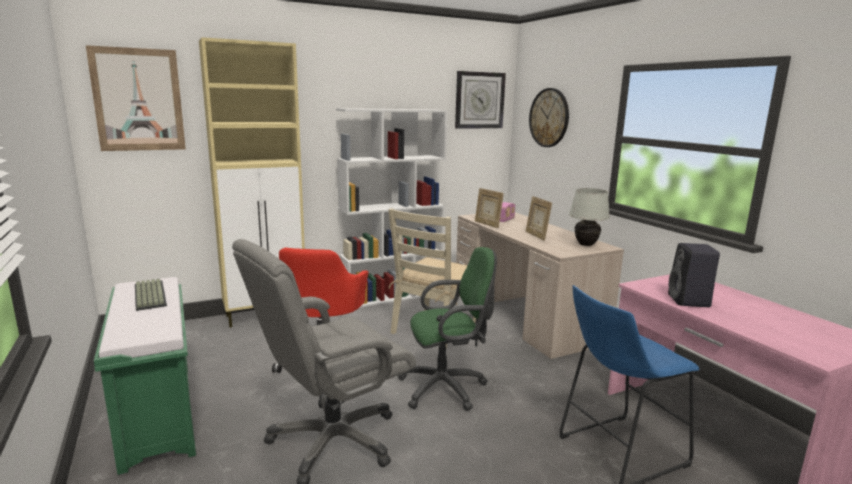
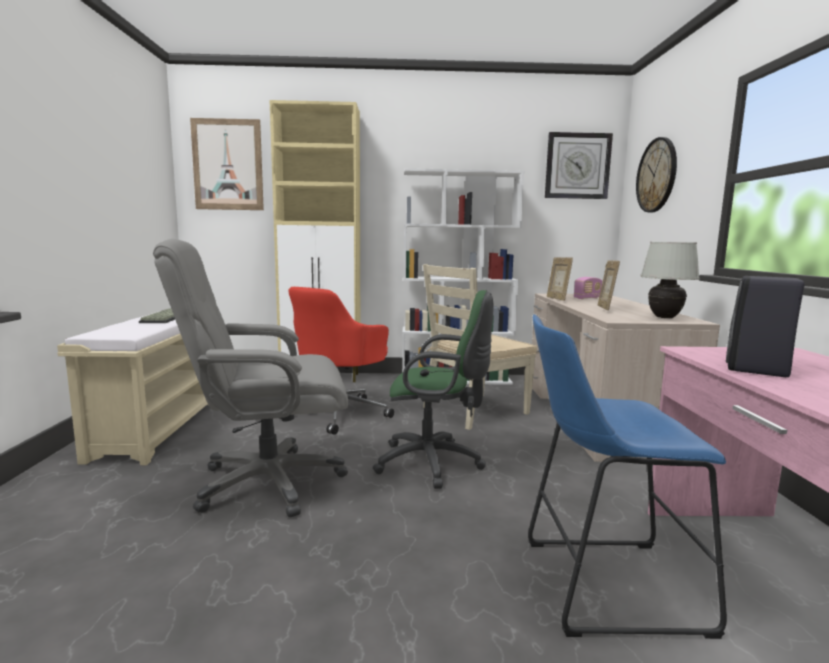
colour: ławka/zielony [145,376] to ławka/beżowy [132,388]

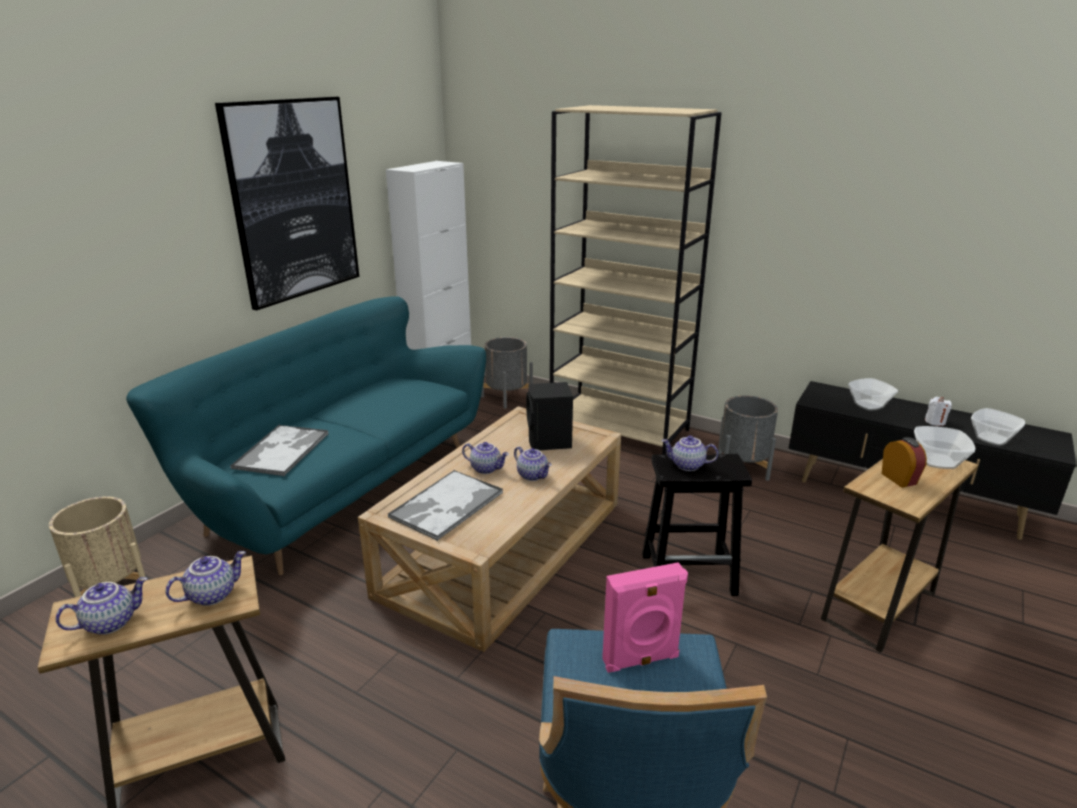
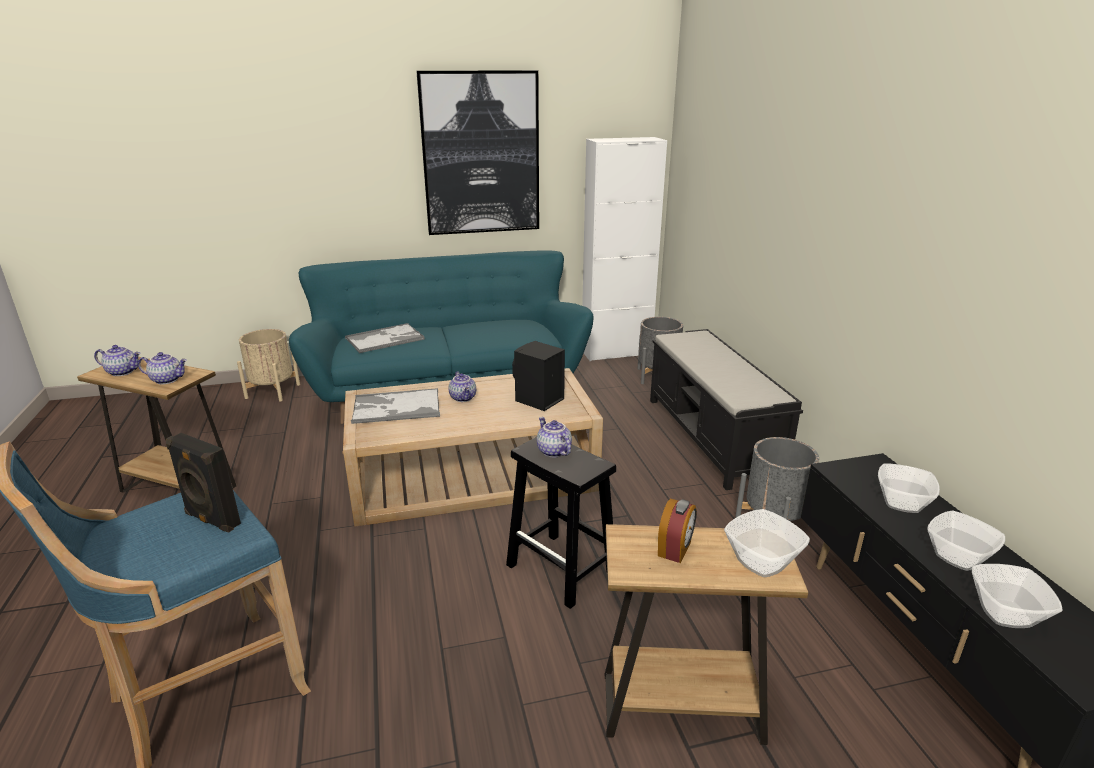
missing: imbryk [533,464]
exchanged: regał/beżowy [636,280] to ławka/czarny [726,409]; świeca/biały [938,411] to miska [966,541]
colour: głośnik/różowy [645,617] to głośnik/czarny [203,483]

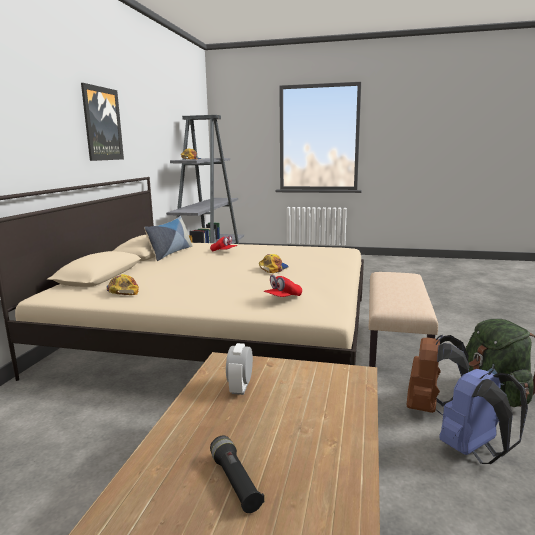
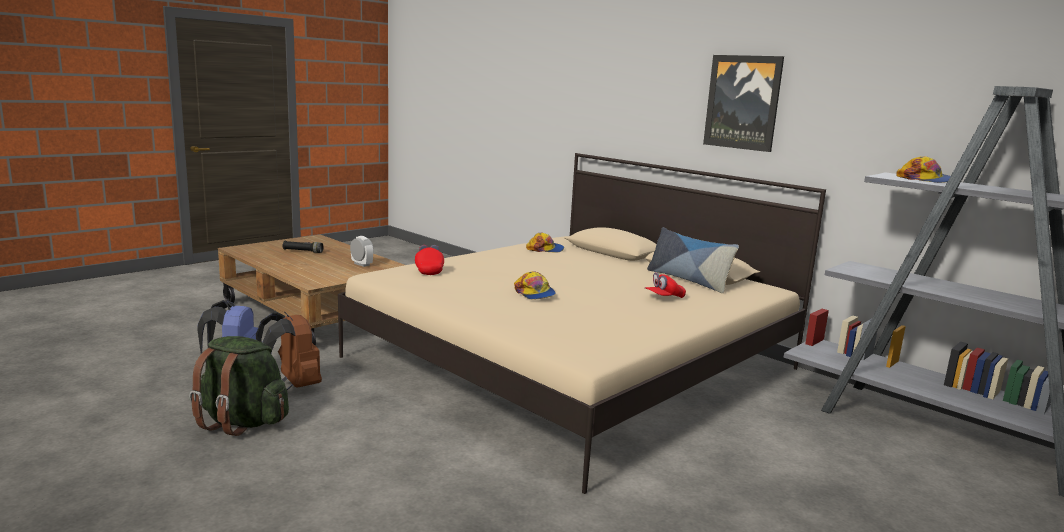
missing: ławka/beżowy [403,319]

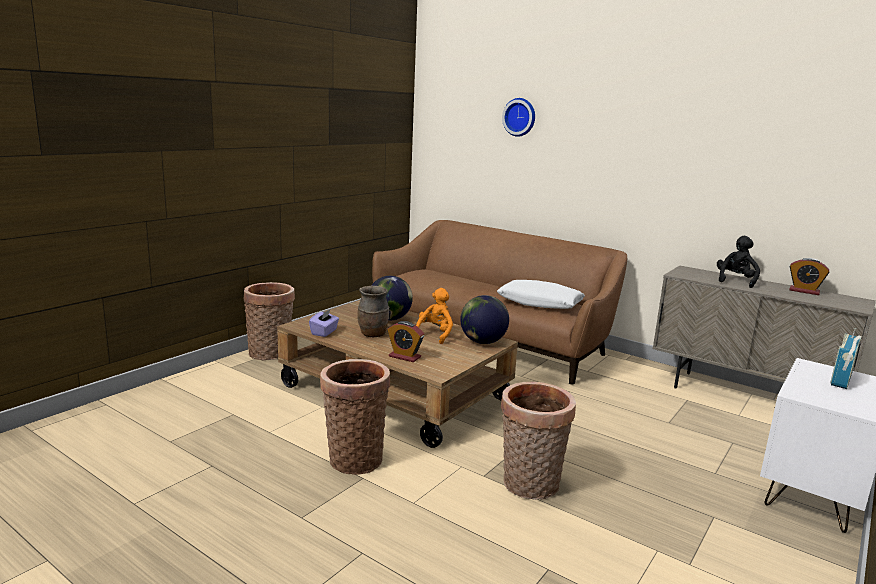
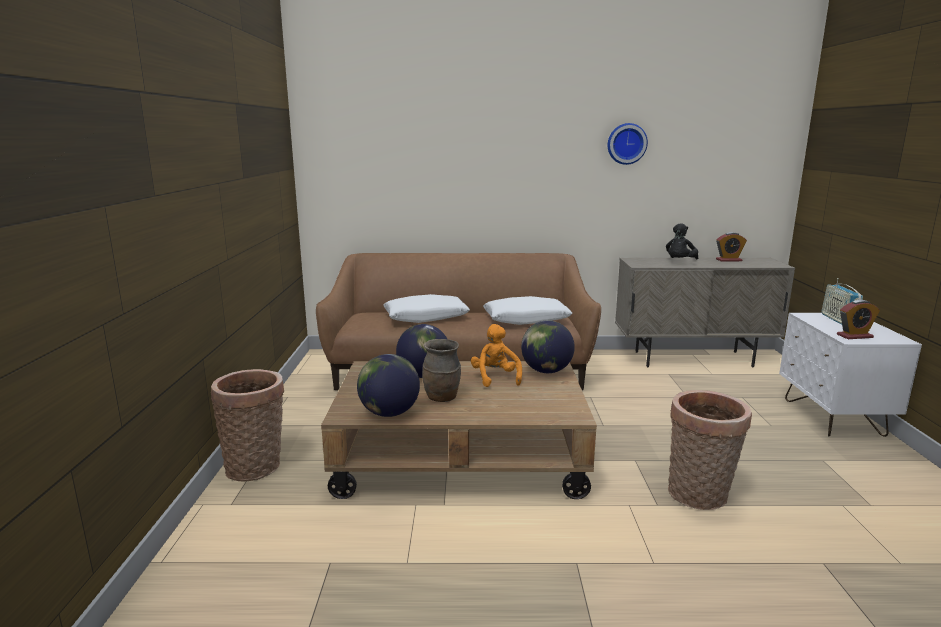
missing: koszyk [355,417]
appeared: poduszka/biały [426,308]
relocated: budzik [405,341] to [858,319]; zegar ścienny [518,117] to [628,144]
exchanged: pudełko chusteczek/fioletowy [324,323] to globus [388,385]
spun: pluszak/czarny [738,262] = [682,241] 135 degrees counterclockwise

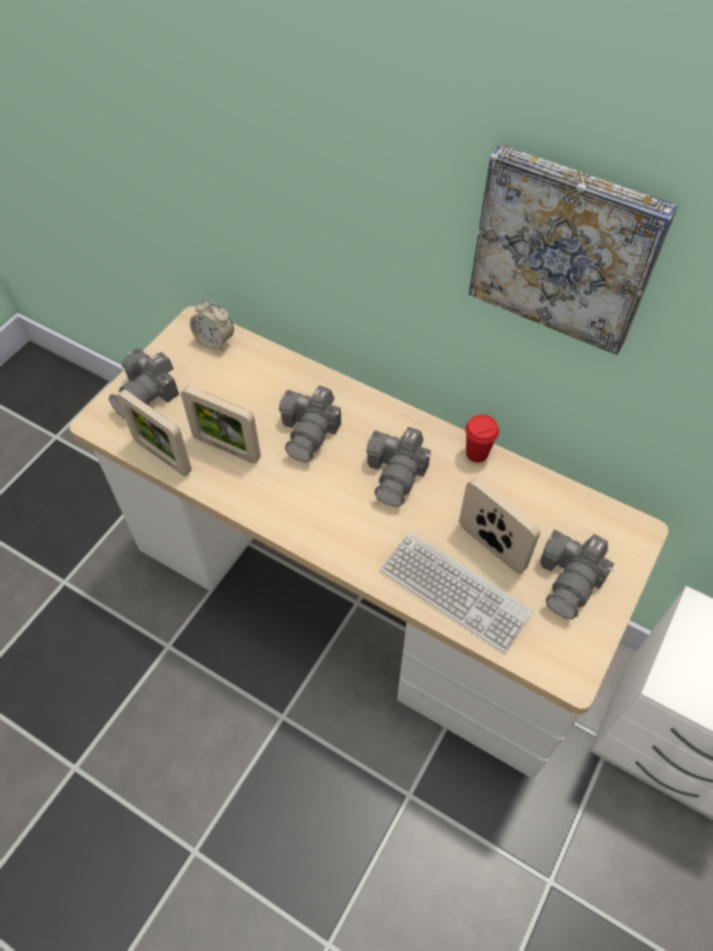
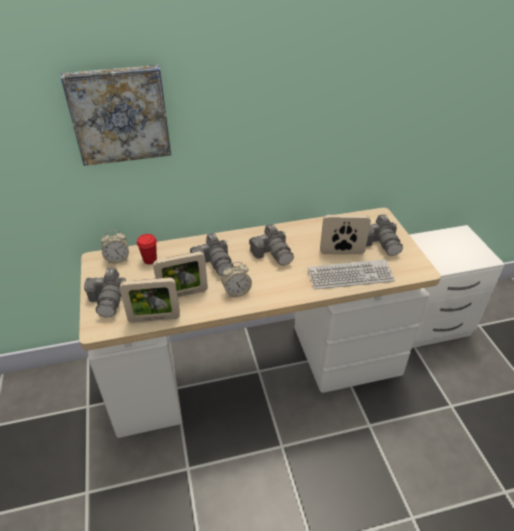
appeared: budzik [237,280]
relocated: filiżanka/czerwony [482,438] to [147,249]; obraz [573,249] to [116,115]

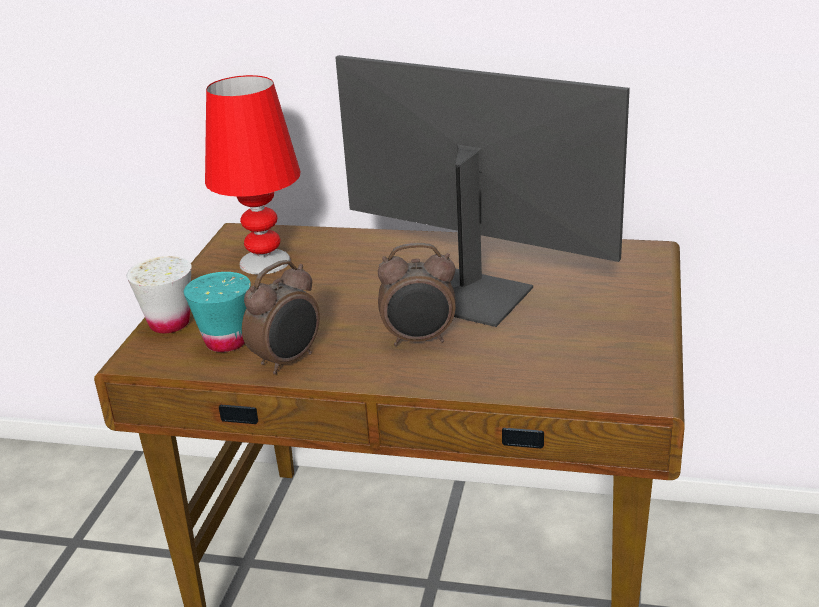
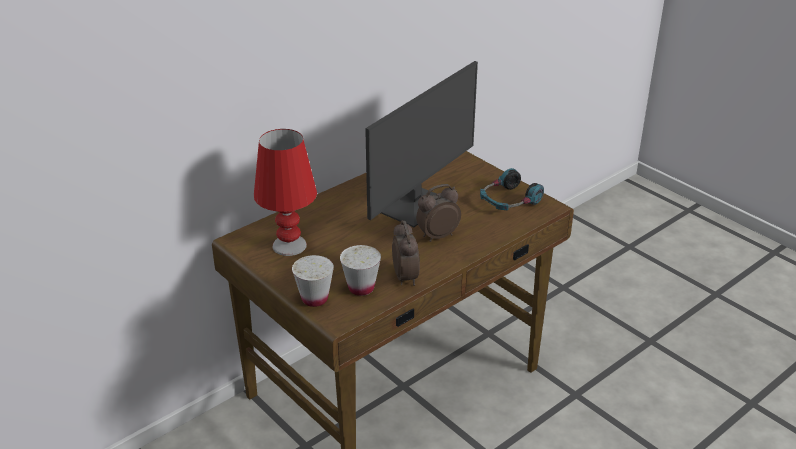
appeared: słuchawki [512,189]
colour: filiżanka/turkusowy [217,312] to filiżanka/biały [360,270]
spun: monitor [482,191] = [421,144] 150 degrees clockwise; budzik [417,294] = [438,213] 150 degrees counterclockwise

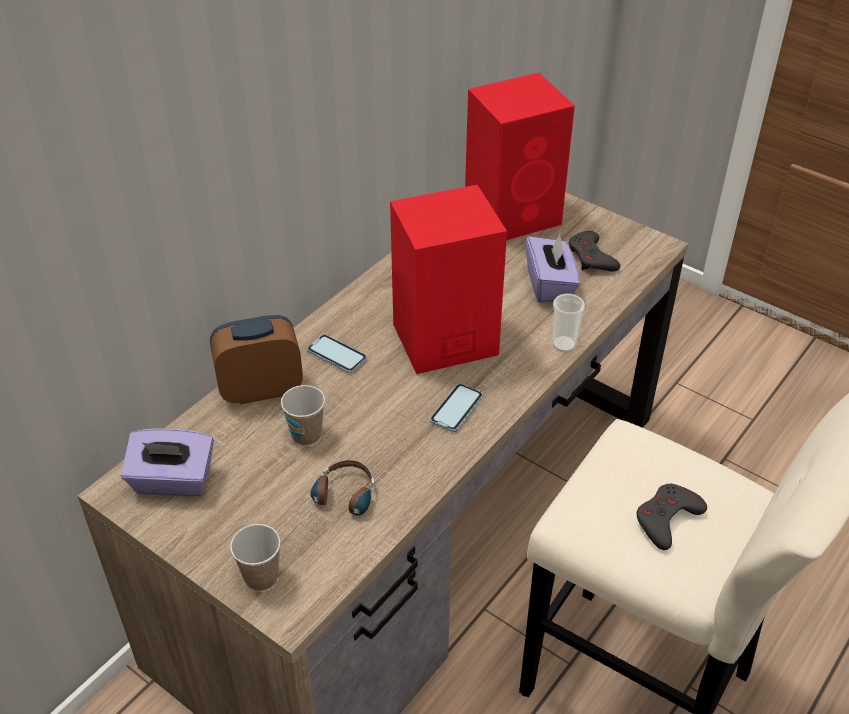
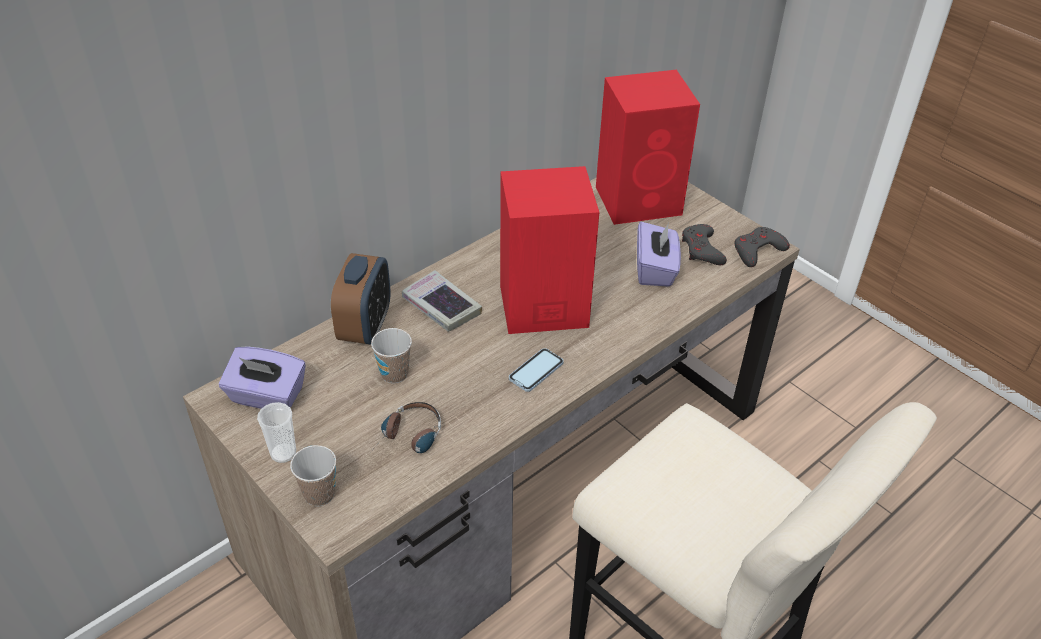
relocated: filiżanka [568,322] to [276,432]; pad do gier/szary [671,517] to [762,247]
exchanged: telefon [337,353] to książka [442,301]
spun: budzik [256,359] = [360,298] 105 degrees clockwise

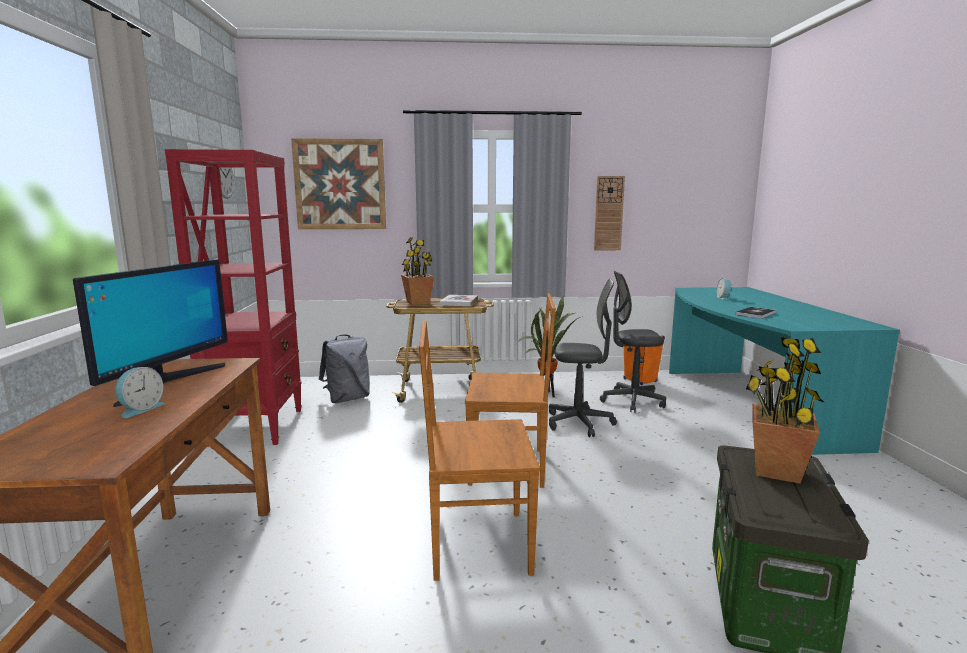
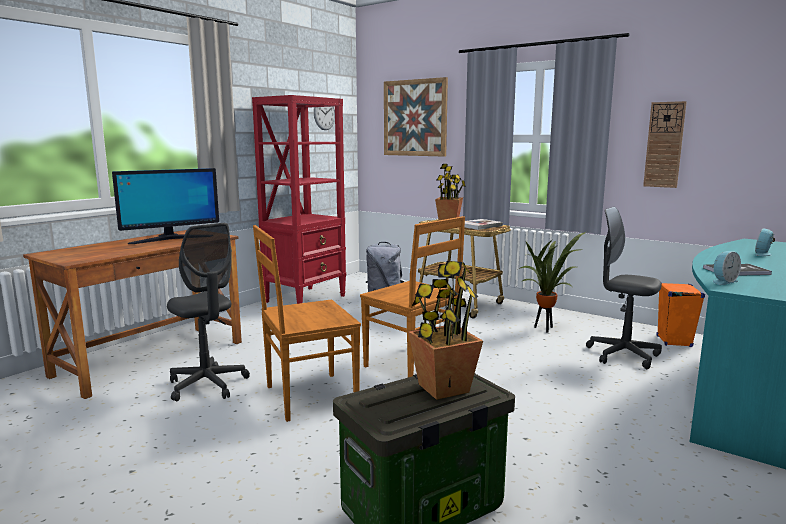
relocated: budzik [140,392] to [727,268]; krzesło biurowe/szary [583,358] to [208,312]
spun: krzesło/brązowy [479,450] = [307,323] 60 degrees counterclockwise

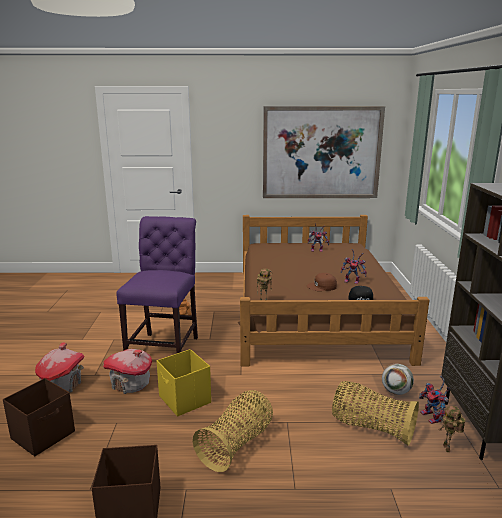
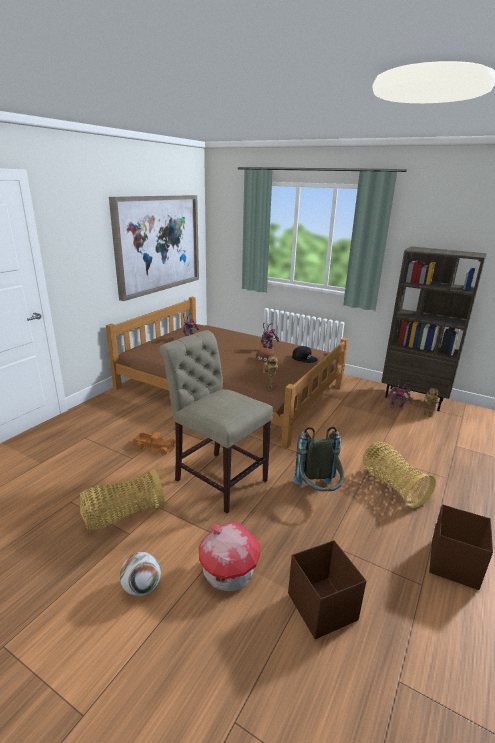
missing: domek [127,371]
relocated: koszyk [375,413] to [122,499]; piłka futbolowa [398,379] to [140,574]
exchanged: pojemnik do przechowywania/żółty [183,383] to plecak/szary [318,459]
colour: krzesło/fioletowy [157,284] to krzesło/beżowy [216,421]

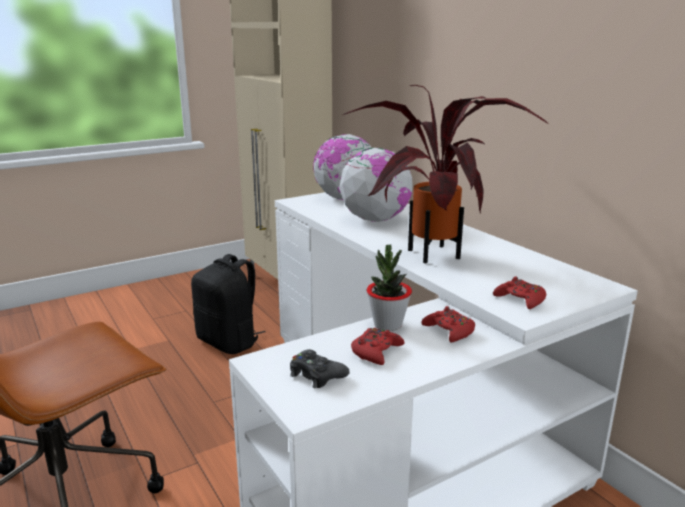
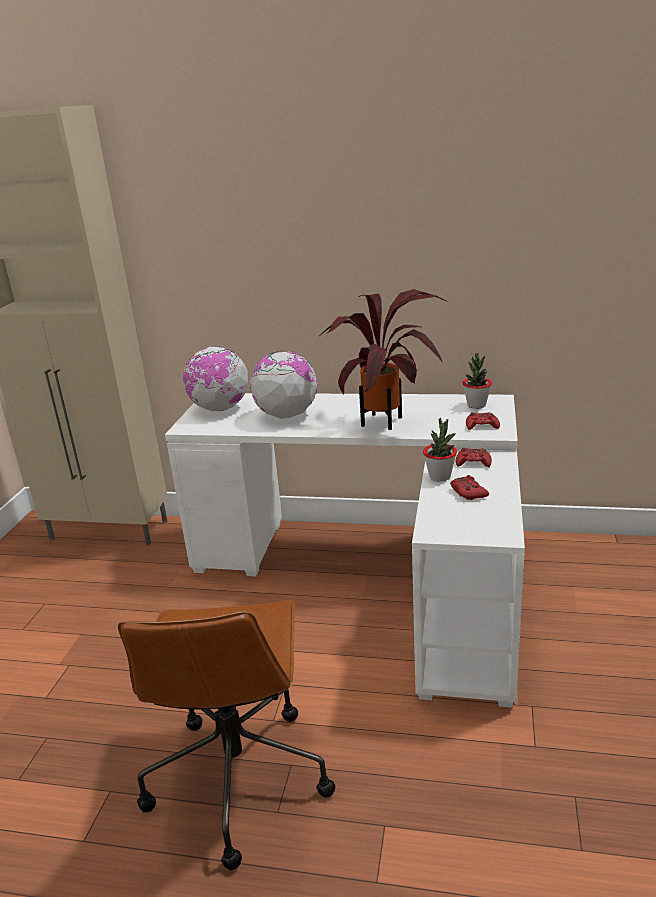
missing: plecak/czarny [228,304]; pad do gier/czarny [320,368]
appeared: roślina doniczkowa [477,381]

